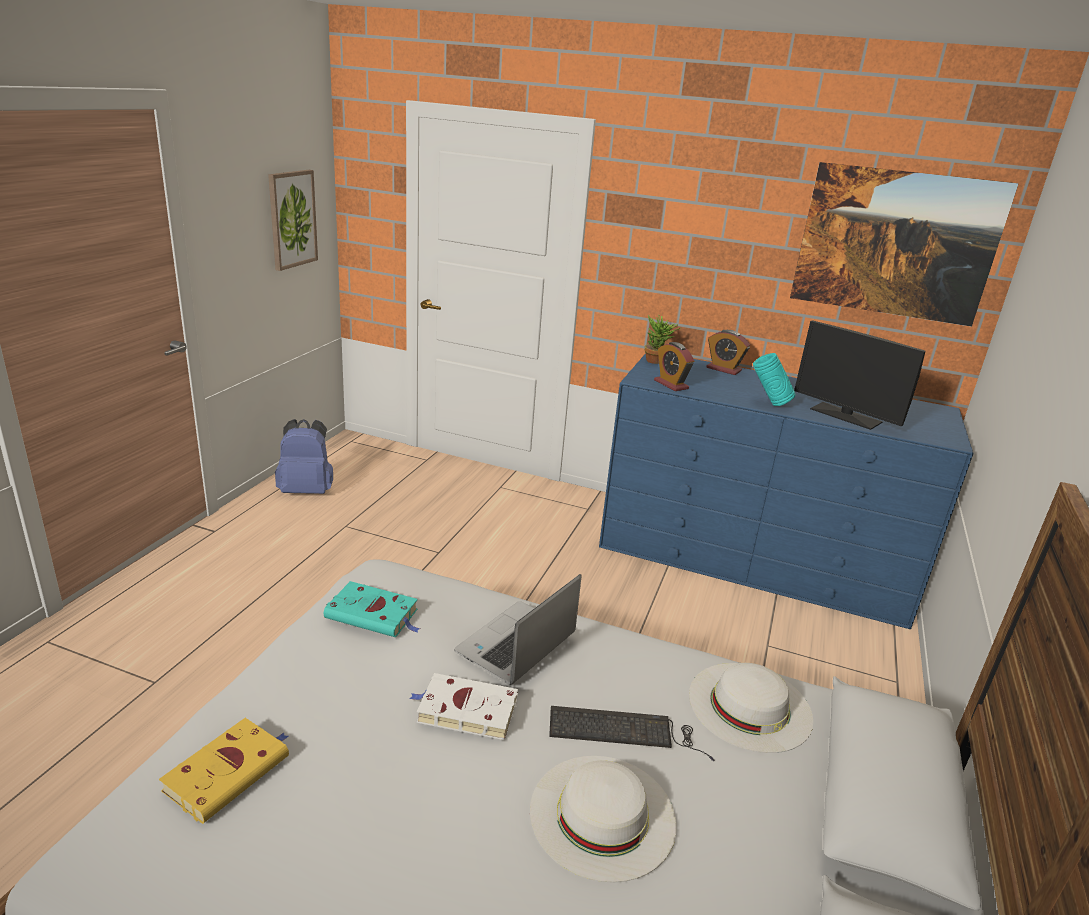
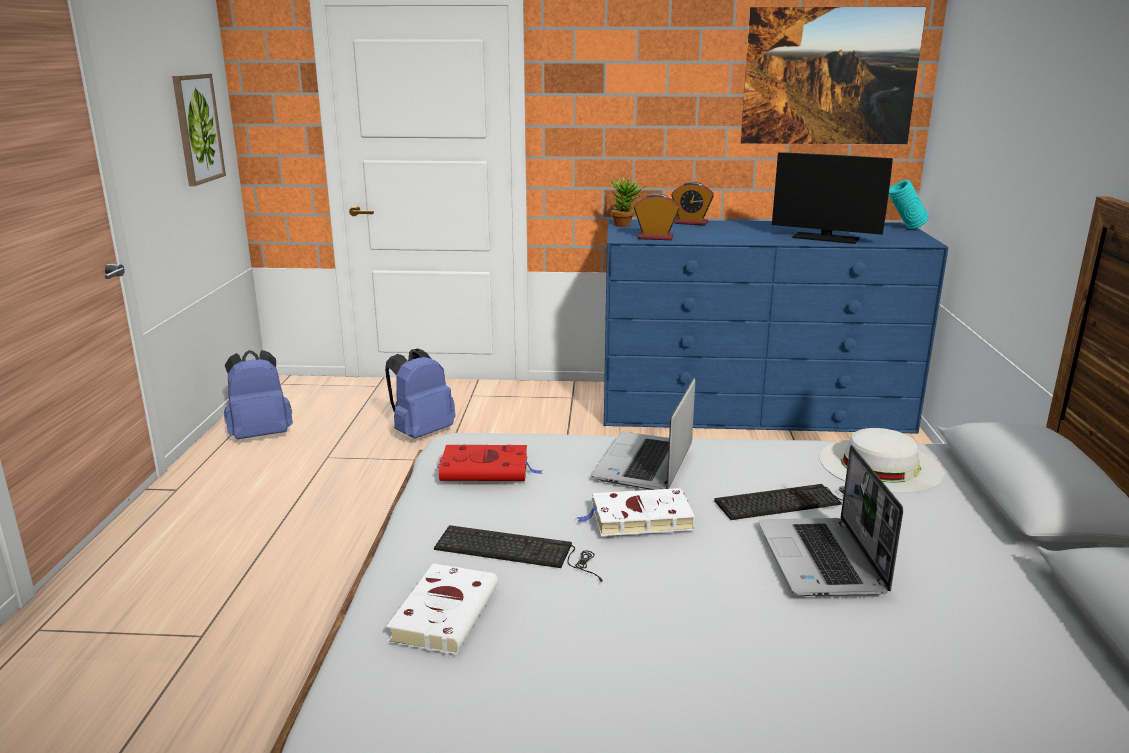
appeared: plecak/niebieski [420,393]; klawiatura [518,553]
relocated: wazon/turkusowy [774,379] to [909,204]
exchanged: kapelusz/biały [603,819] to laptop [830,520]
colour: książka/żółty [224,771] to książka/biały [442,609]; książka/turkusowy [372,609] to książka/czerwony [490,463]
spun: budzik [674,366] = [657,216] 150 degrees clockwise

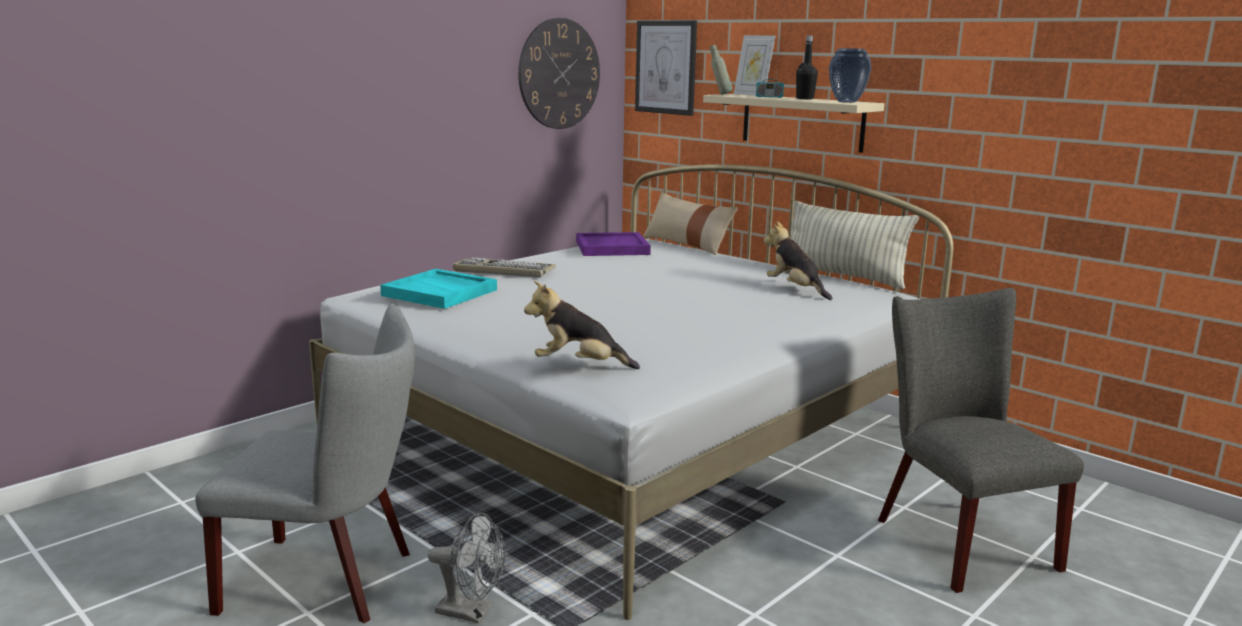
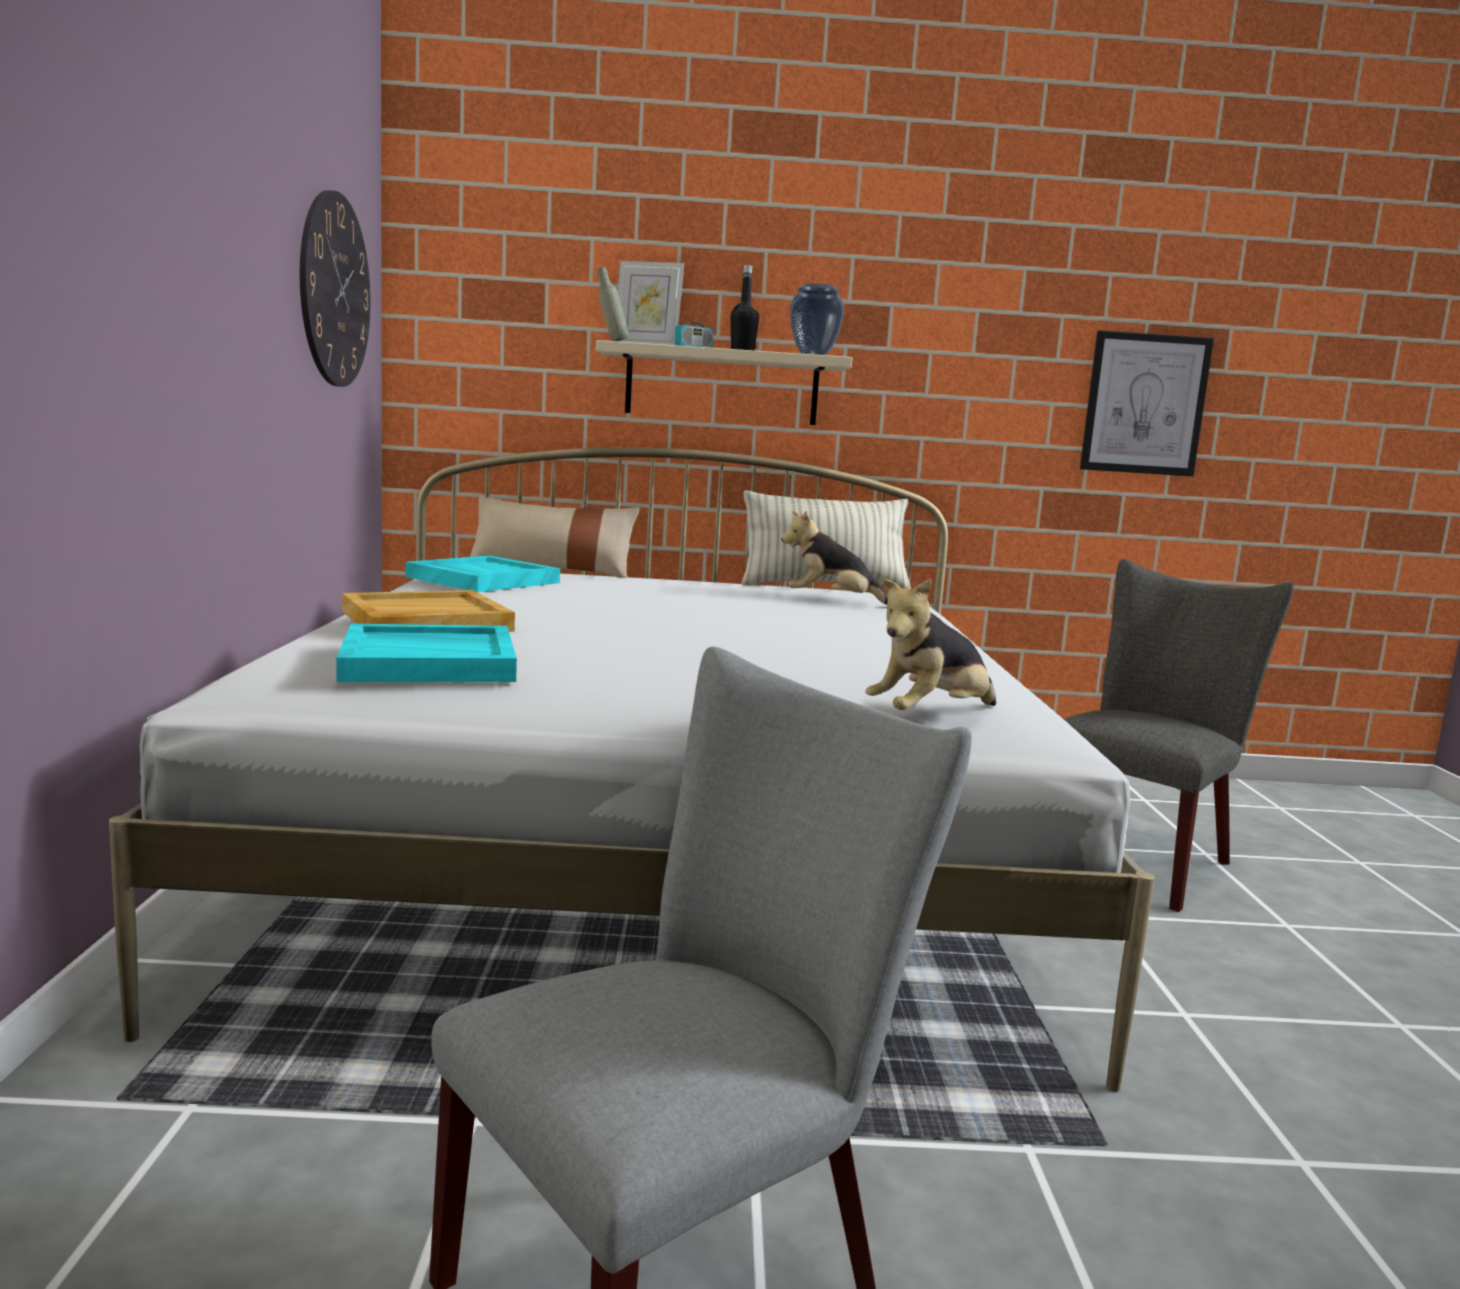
missing: wentylator/szary [466,568]
relocated: obraz [666,68] to [1147,403]
exchanged: klawiatura [504,267] to taca/beżowy [428,611]
colour: taca/fioletowy [613,244] to taca/turkusowy [482,573]
spun: krzesło/szary [981,440] = [1179,735] 105 degrees clockwise

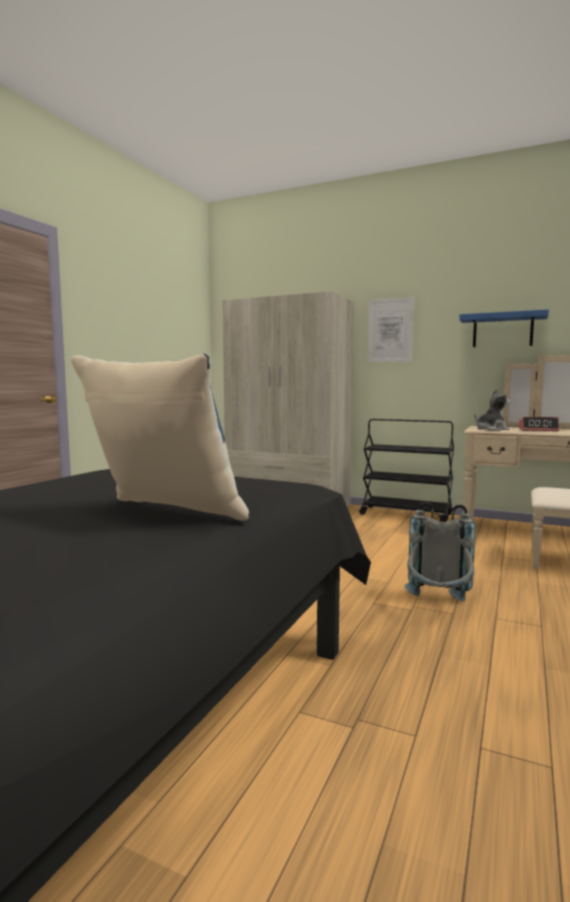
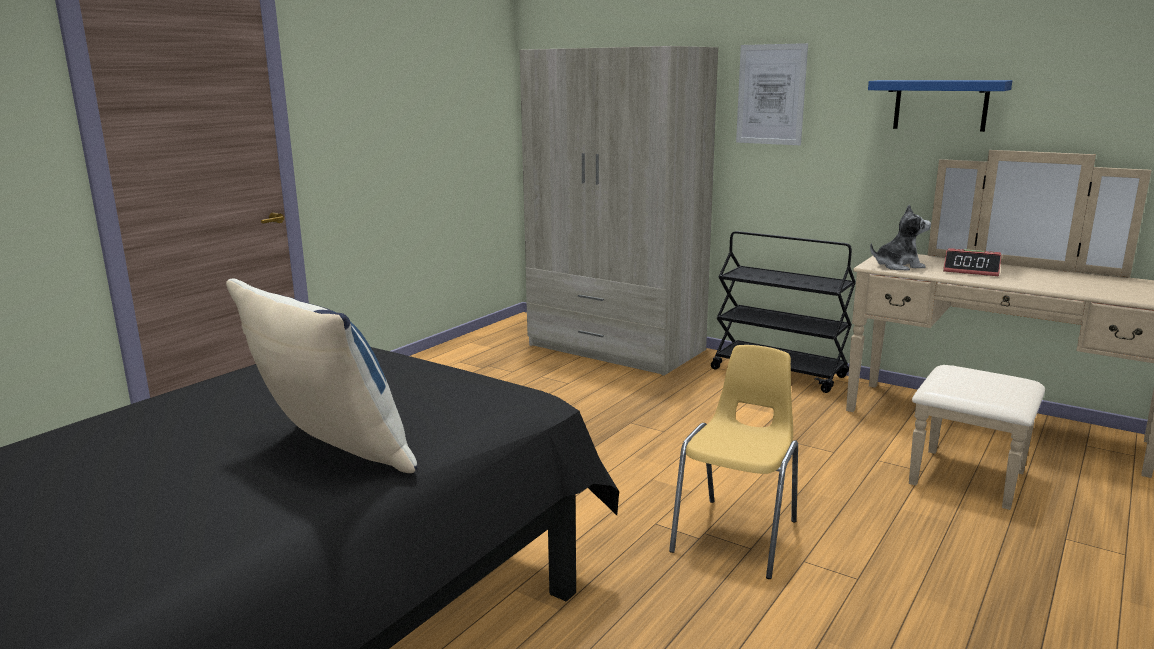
exchanged: plecak/szary [440,552] to krzesło/żółty [733,462]

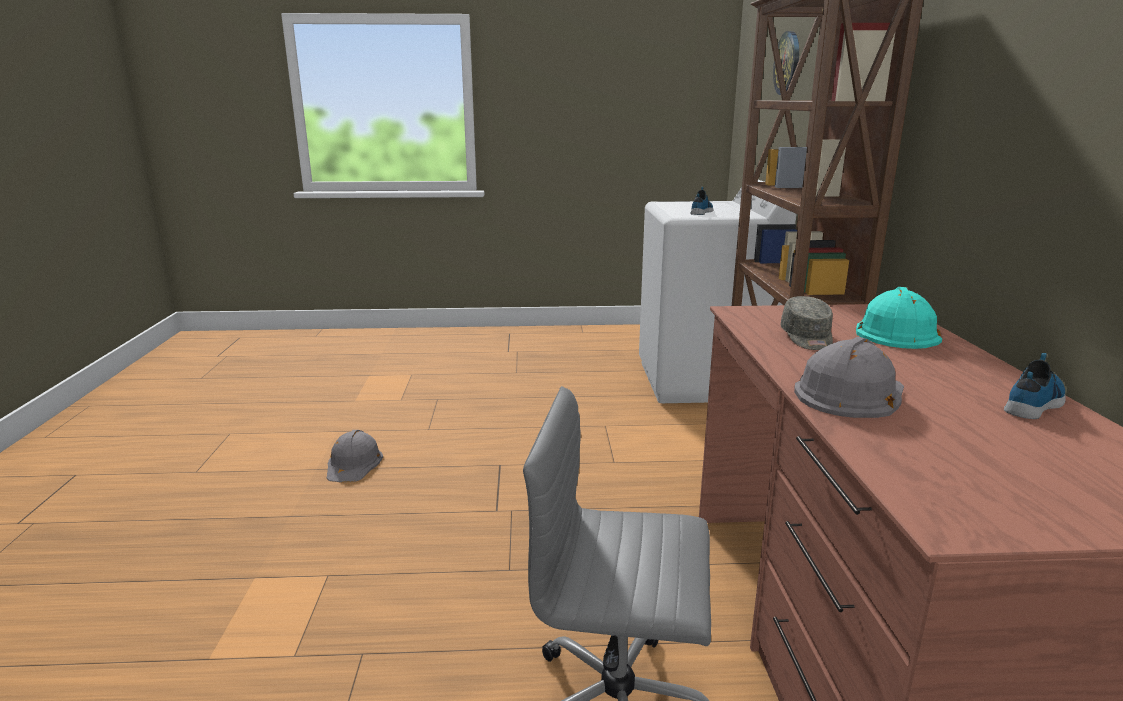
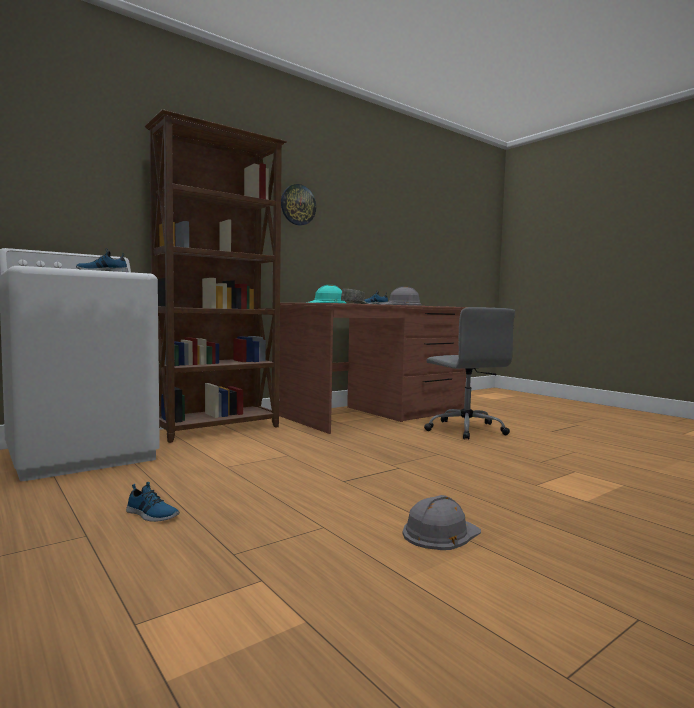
appeared: but [153,502]
relocated: zegar ścienny [786,63] to [298,205]

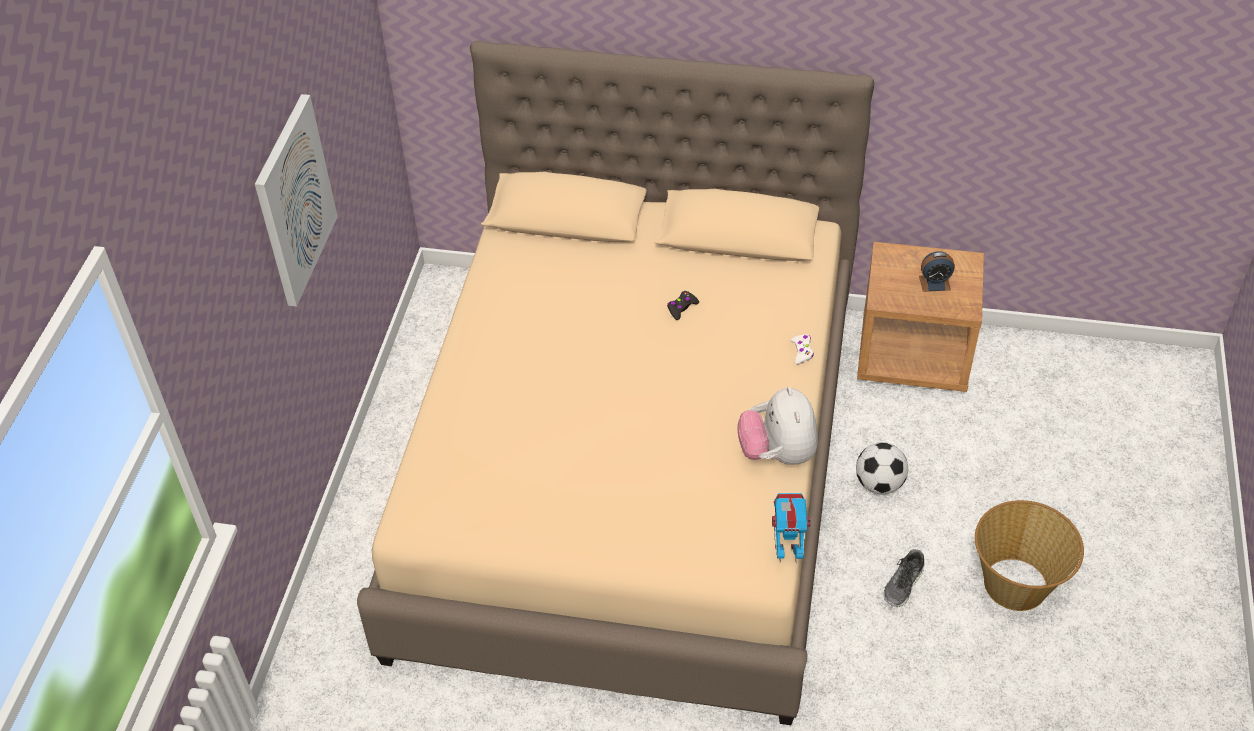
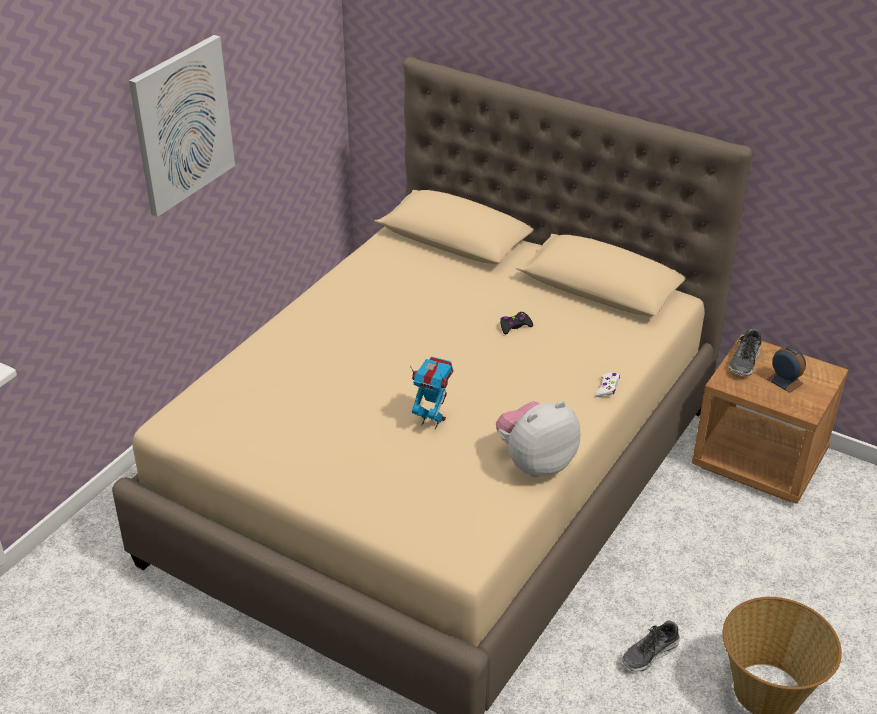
missing: piłka futbolowa [882,468]
appeared: but [745,352]
relocated: robot zabawkowy [791,528] to [432,392]
spun: pluszak [777,426] = [538,439] 45 degrees clockwise; budzik [937,271] = [786,369] 150 degrees counterclockwise

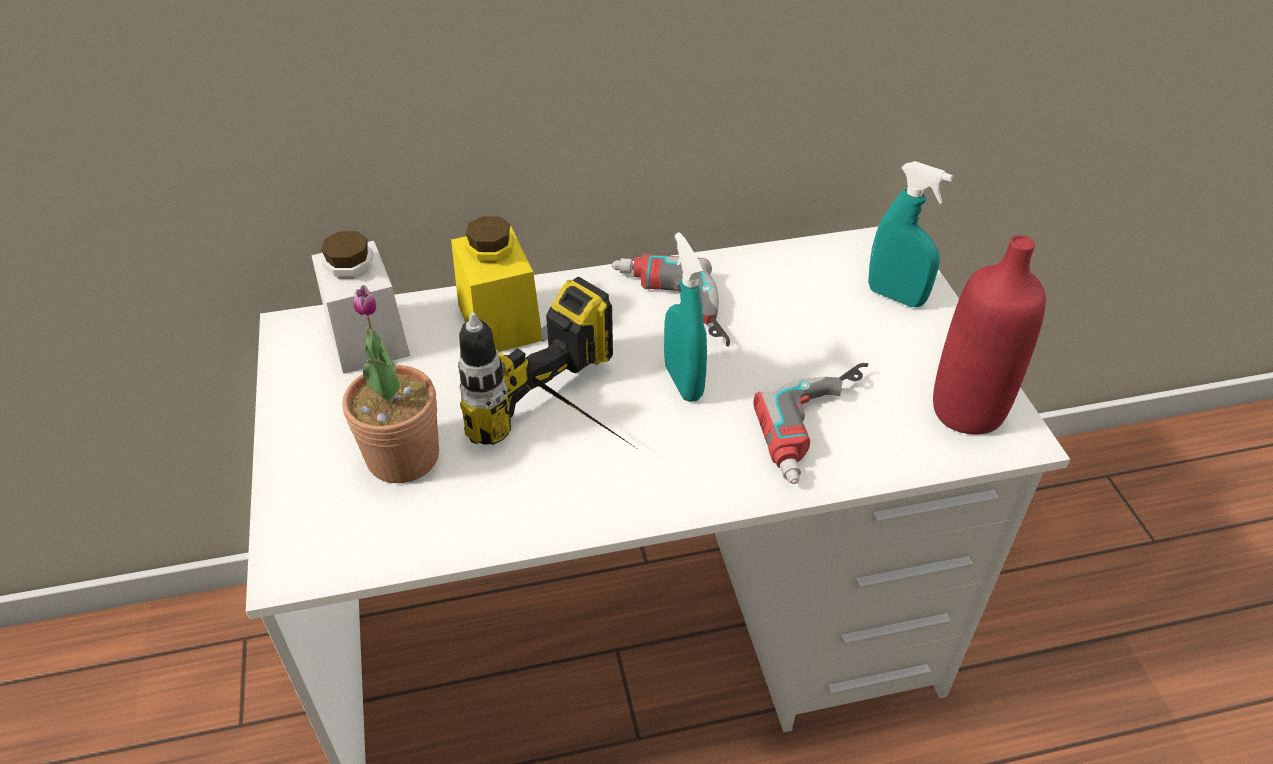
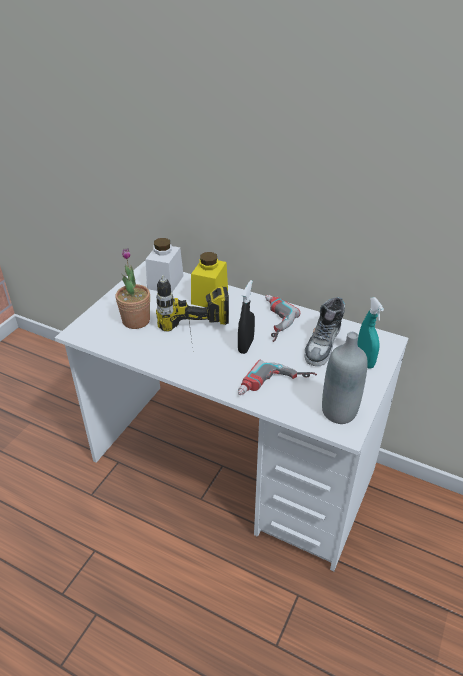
appeared: but [324,331]
colour: spryskiwacz/turkusowy [685,317] to spryskiwacz/czarny [246,317]; butelka/czerwony [989,334] to butelka/szary [345,378]

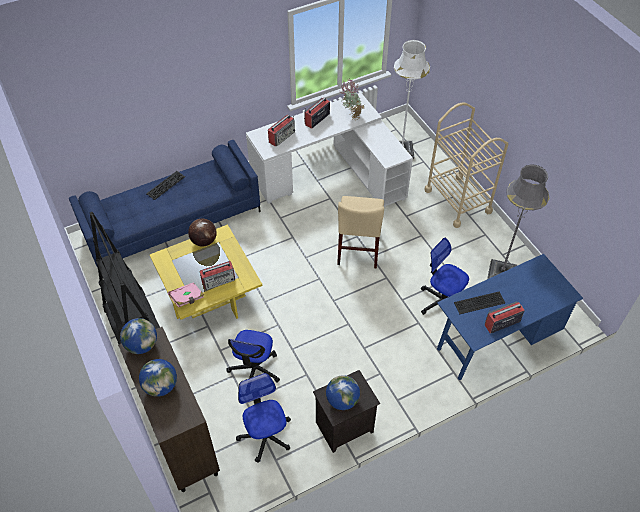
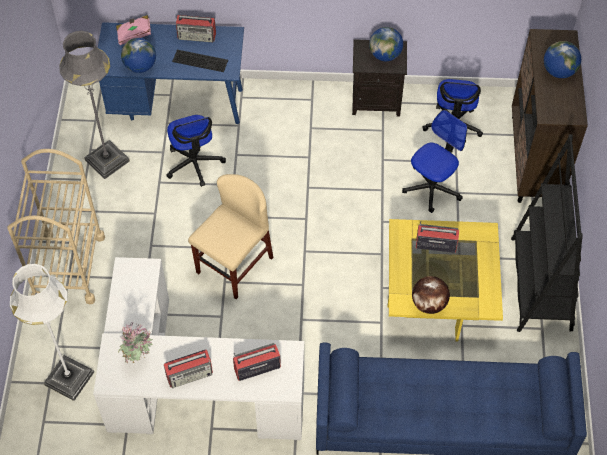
missing: klawiatura [165,185]
relocated: globus [138,336] to [138,55]; książka/różowy [186,294] to [133,30]

